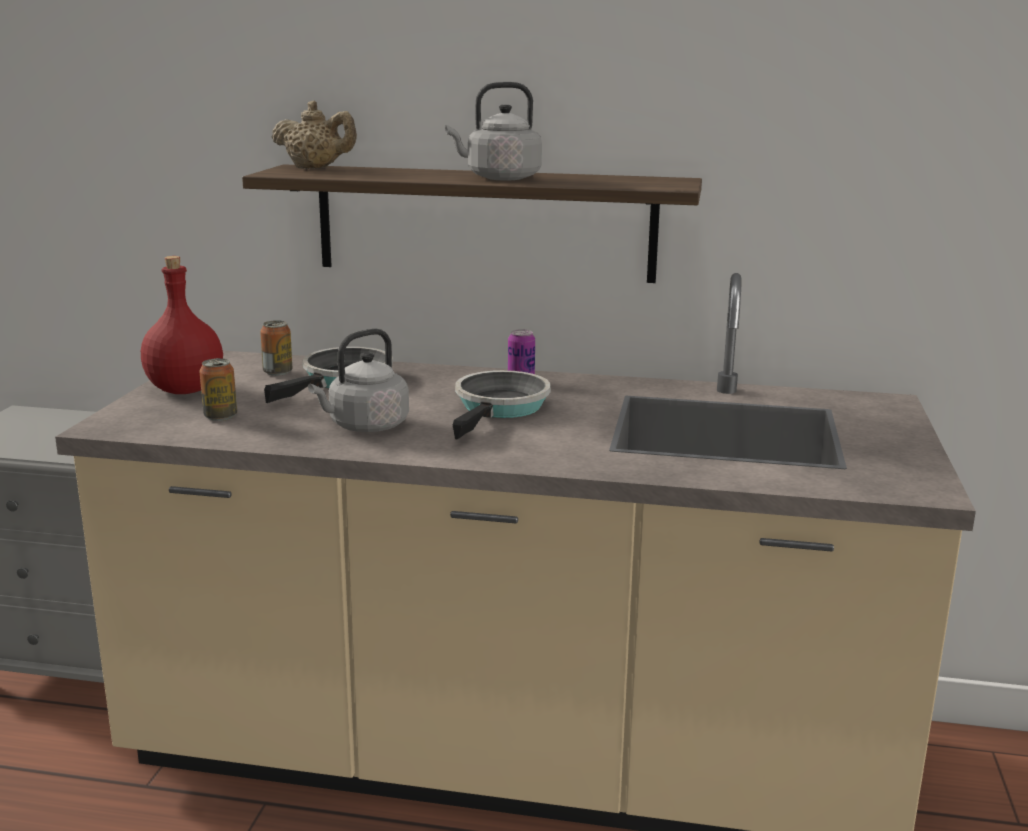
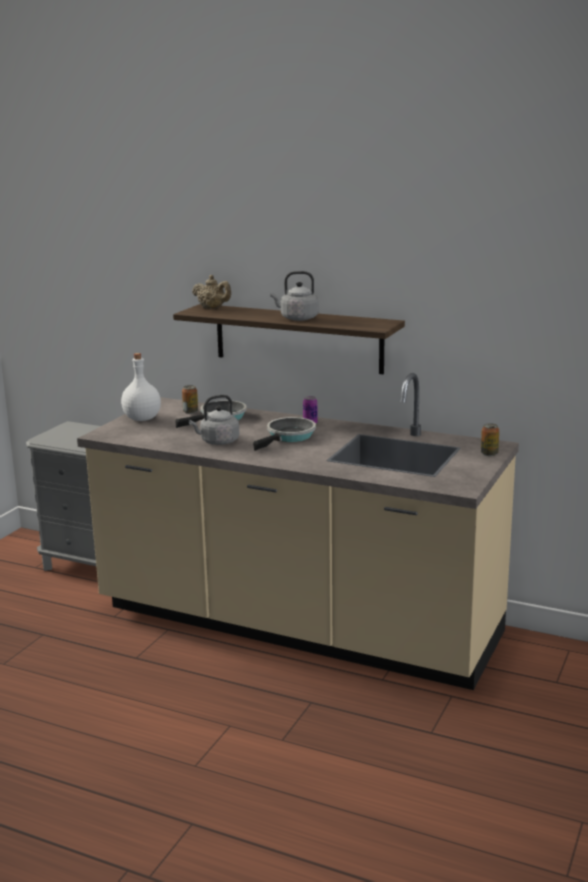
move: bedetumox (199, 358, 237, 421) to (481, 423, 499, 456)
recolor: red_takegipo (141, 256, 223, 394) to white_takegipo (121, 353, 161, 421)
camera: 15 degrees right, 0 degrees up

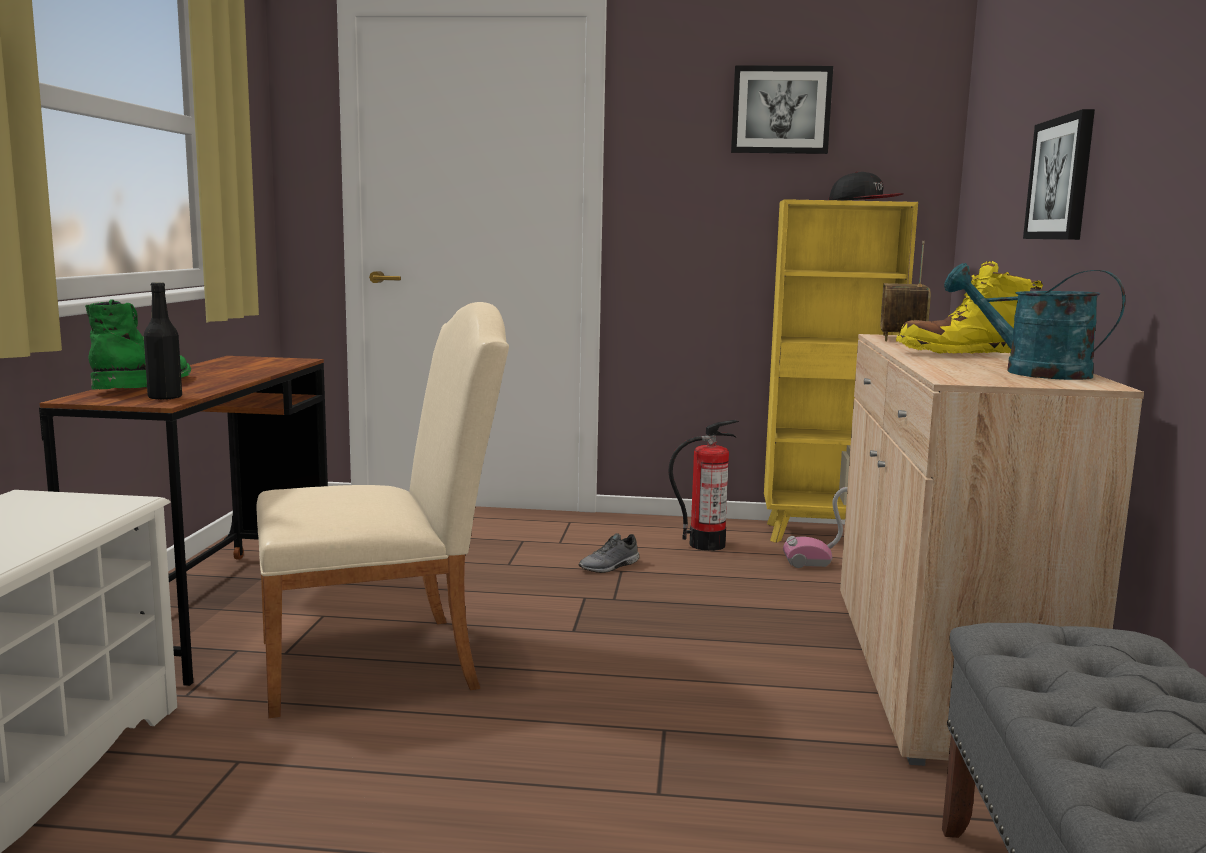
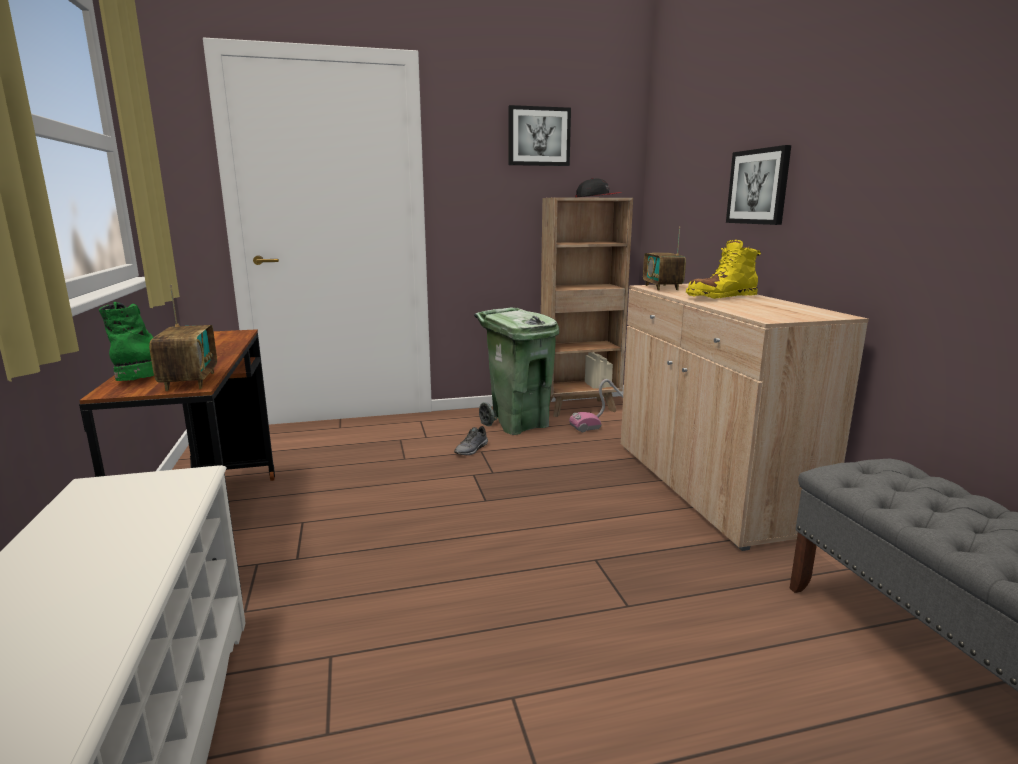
delete: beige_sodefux (257, 302, 509, 718); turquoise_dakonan (944, 263, 1125, 380)
replace: black_takegipo (144, 282, 182, 400) to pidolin (149, 285, 217, 391); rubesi (668, 420, 739, 551) to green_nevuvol (474, 307, 559, 435)
recolor: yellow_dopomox (764, 199, 918, 543) to brown_dopomox (541, 197, 633, 417)
camera: 20 degrees left, 5 degrees up

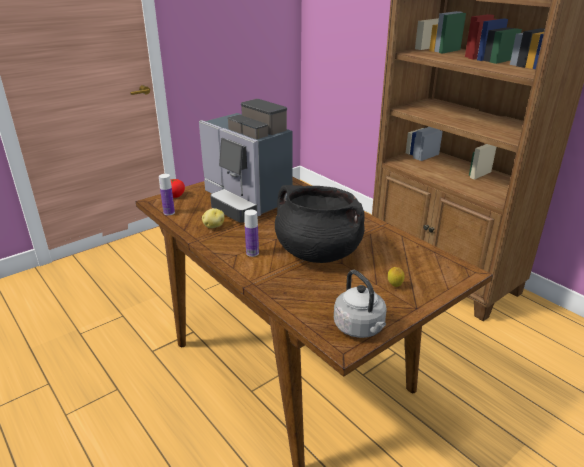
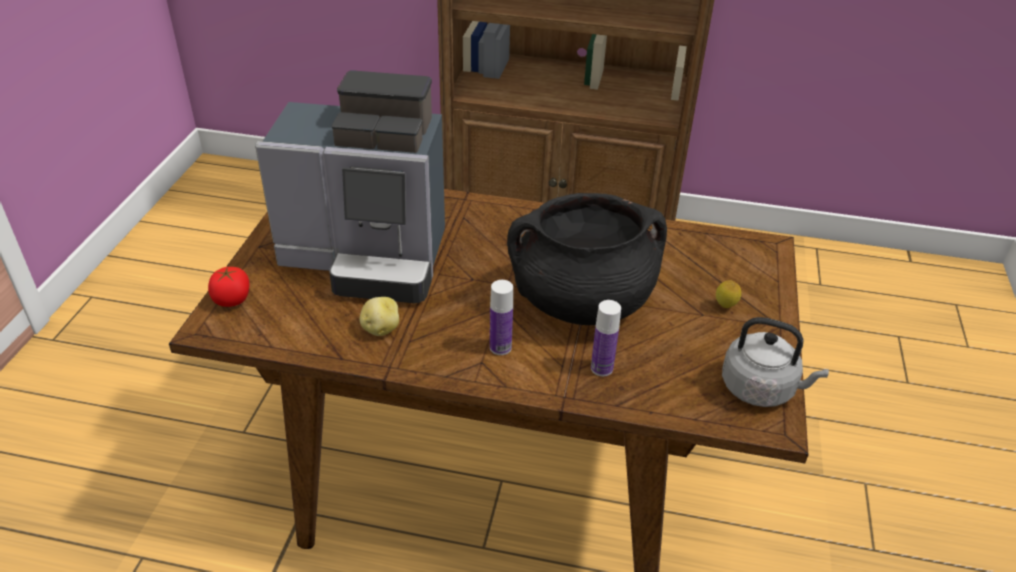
move: takegipo (159, 174, 175, 215) to (591, 300, 621, 376)
camera: 40 degrees left, 10 degrees up

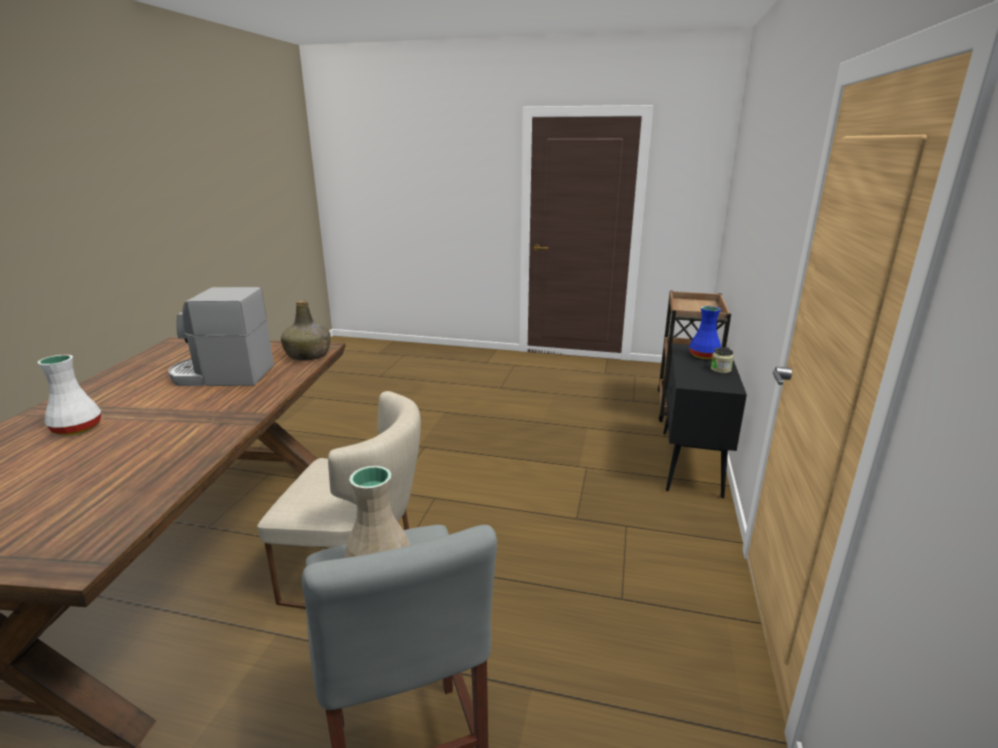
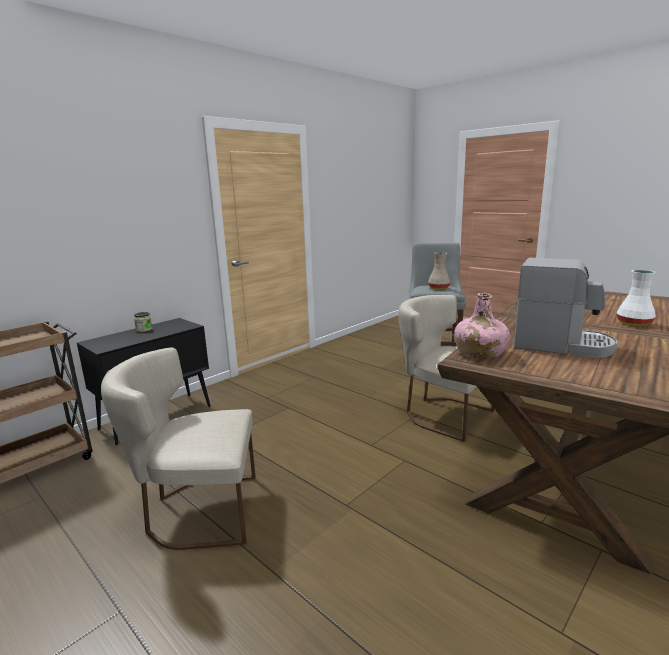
delete: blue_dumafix (689, 306, 721, 359)
insert: beige_sodefux (101, 348, 256, 550)
recolor: green_takegipo (281, 301, 331, 361) to pink_takegipo (454, 293, 510, 359)
camera: 150 degrees left, 5 degrees down

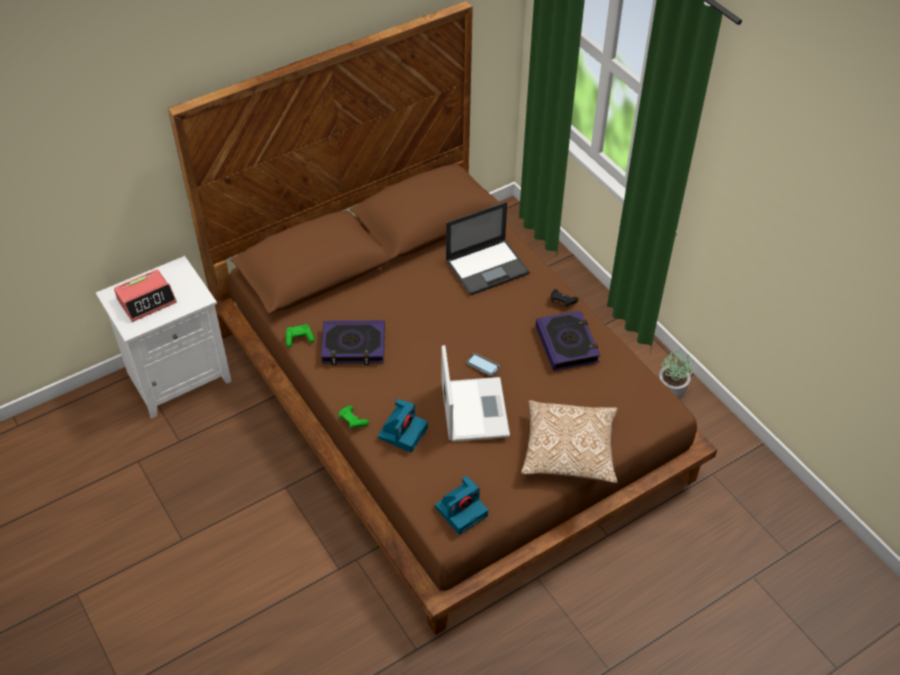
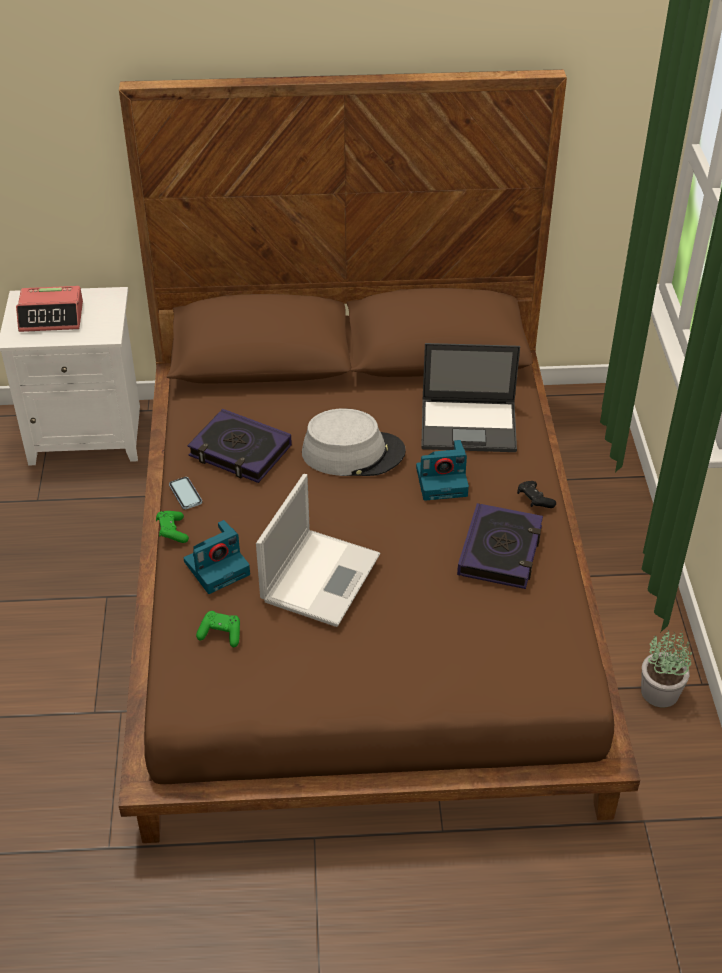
delete: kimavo (521, 400, 618, 483)
insert: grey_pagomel (302, 408, 406, 476)
move: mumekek (467, 353, 499, 376) to (169, 477, 202, 510); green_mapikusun (286, 324, 315, 347) to (196, 611, 240, 647); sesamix (435, 476, 488, 535) to (416, 440, 469, 501)
camera: 30 degrees right, 5 degrees down

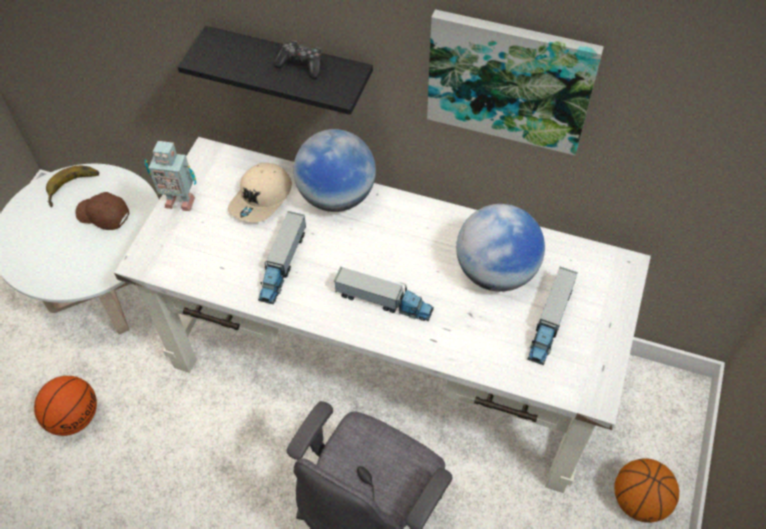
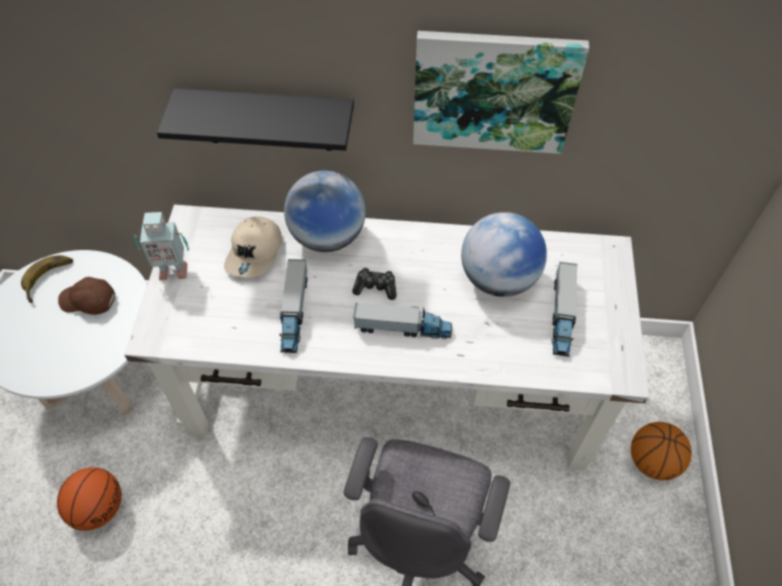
move: mapikusun (274, 41, 322, 79) to (352, 268, 396, 300)
camera: 15 degrees left, 0 degrees up

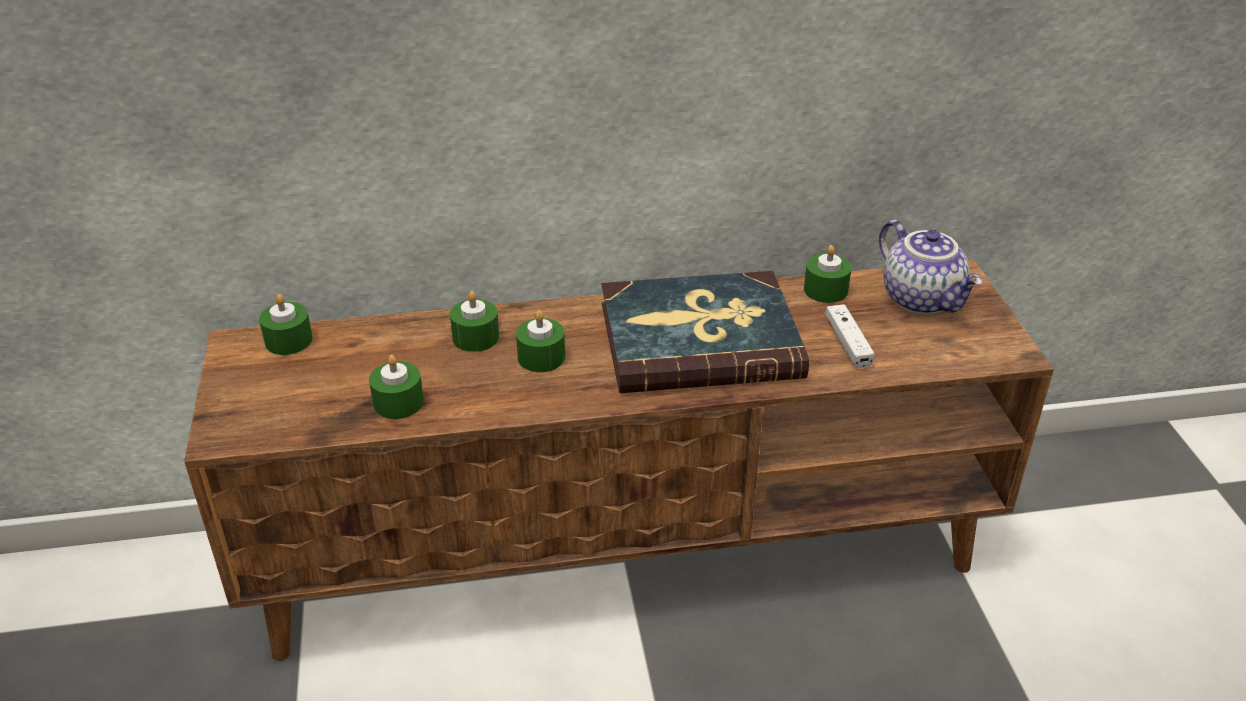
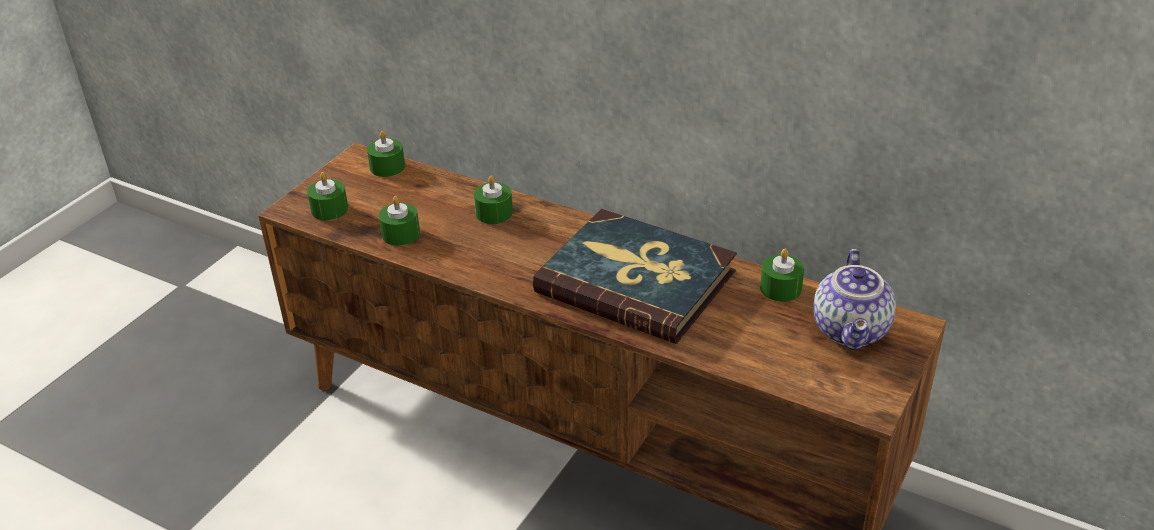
delete: white_mapikusun (826, 304, 875, 368)
move: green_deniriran (516, 310, 565, 372) to (307, 172, 348, 220)
camera: 40 degrees right, 0 degrees up

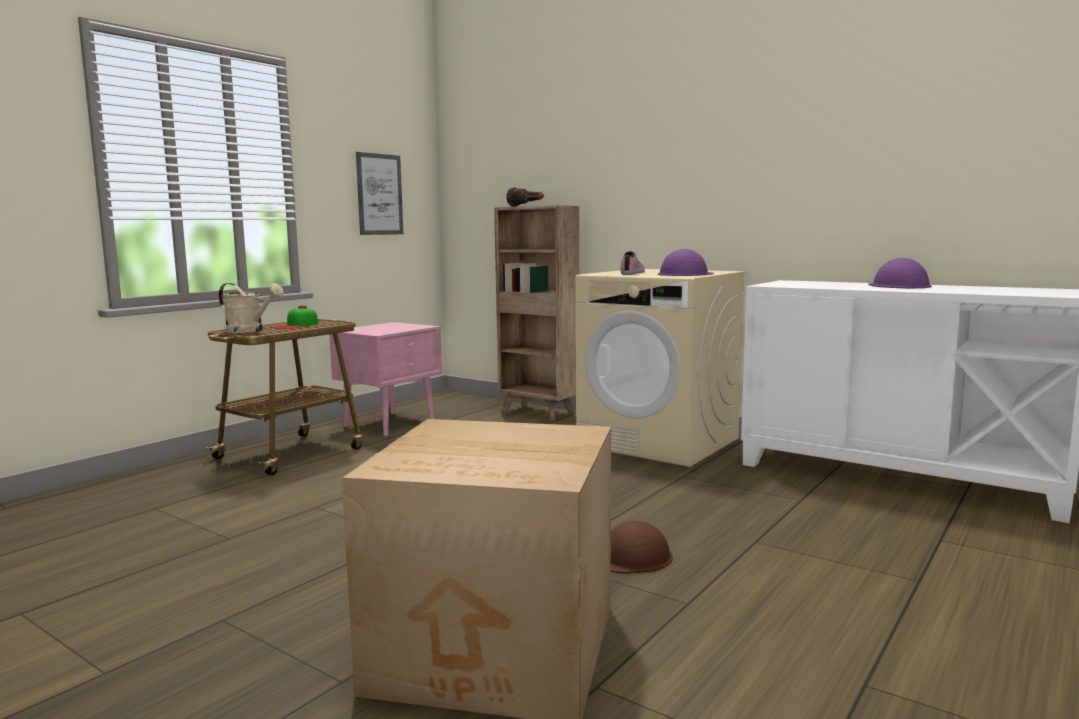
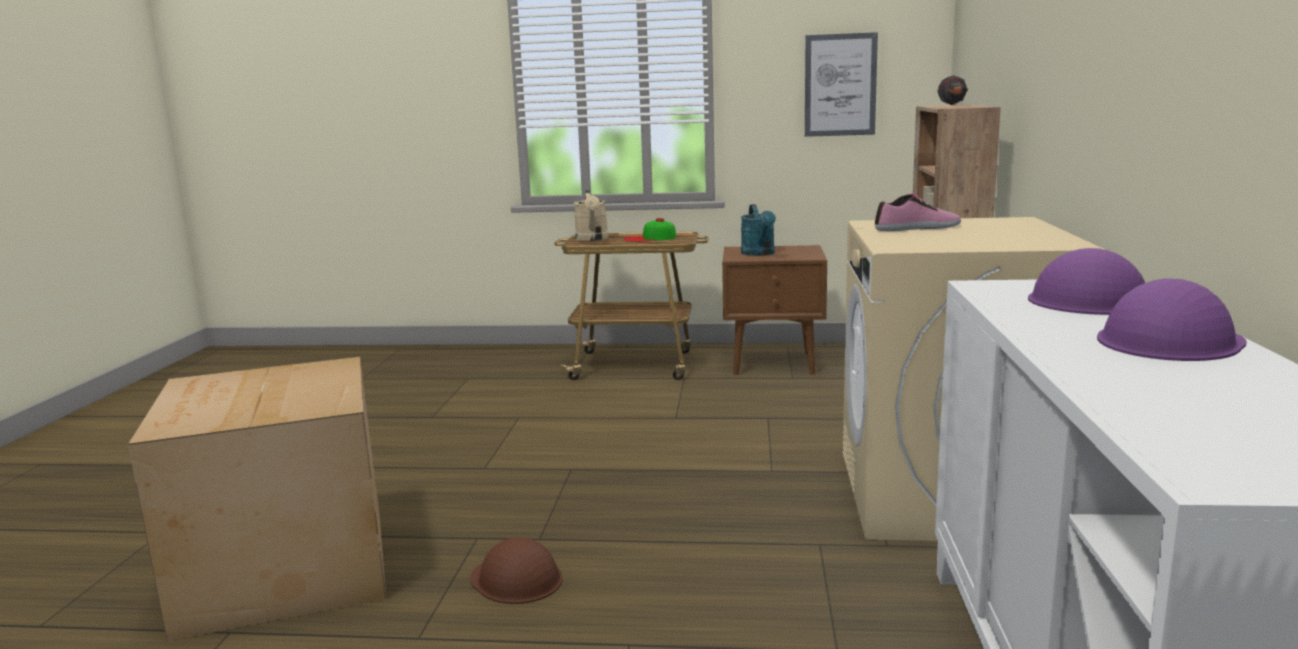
insert: turquoise_dakonan (741, 204, 776, 256)
move: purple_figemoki (658, 249, 714, 276) to (1028, 248, 1145, 315)
recolor: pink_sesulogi (329, 322, 442, 436) to brown_sesulogi (722, 245, 827, 375)
camera: 60 degrees right, 5 degrees up

